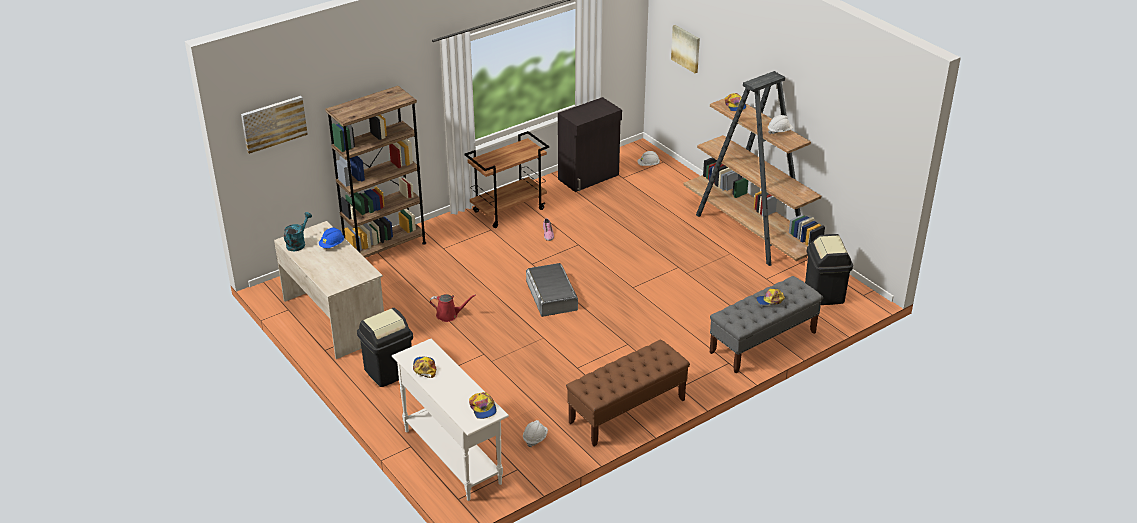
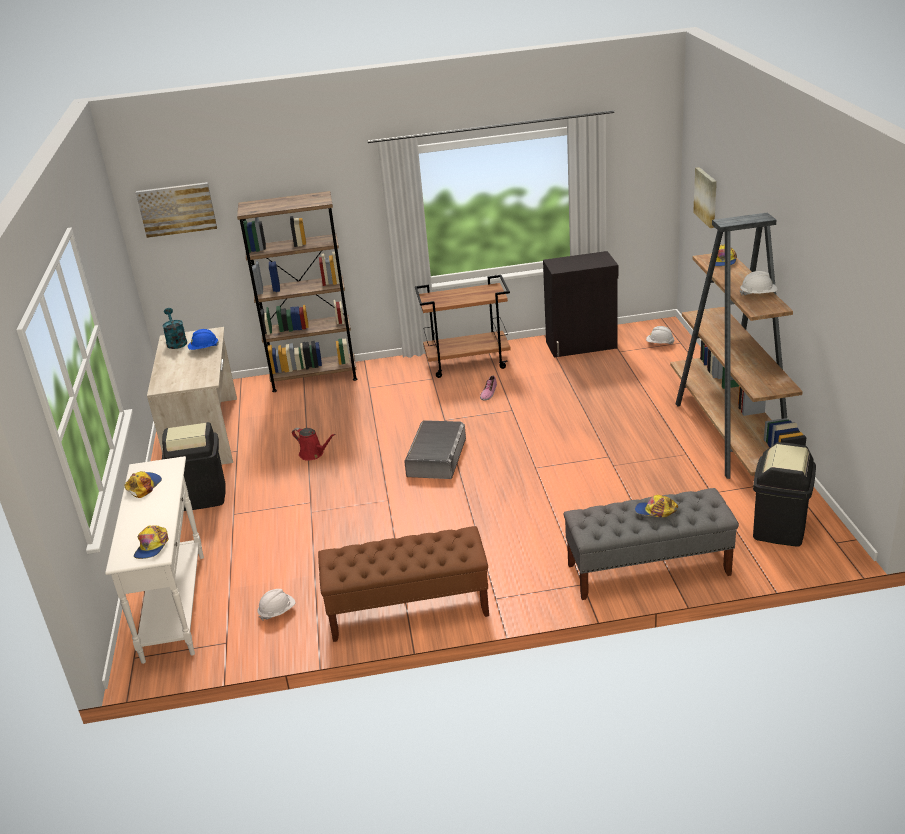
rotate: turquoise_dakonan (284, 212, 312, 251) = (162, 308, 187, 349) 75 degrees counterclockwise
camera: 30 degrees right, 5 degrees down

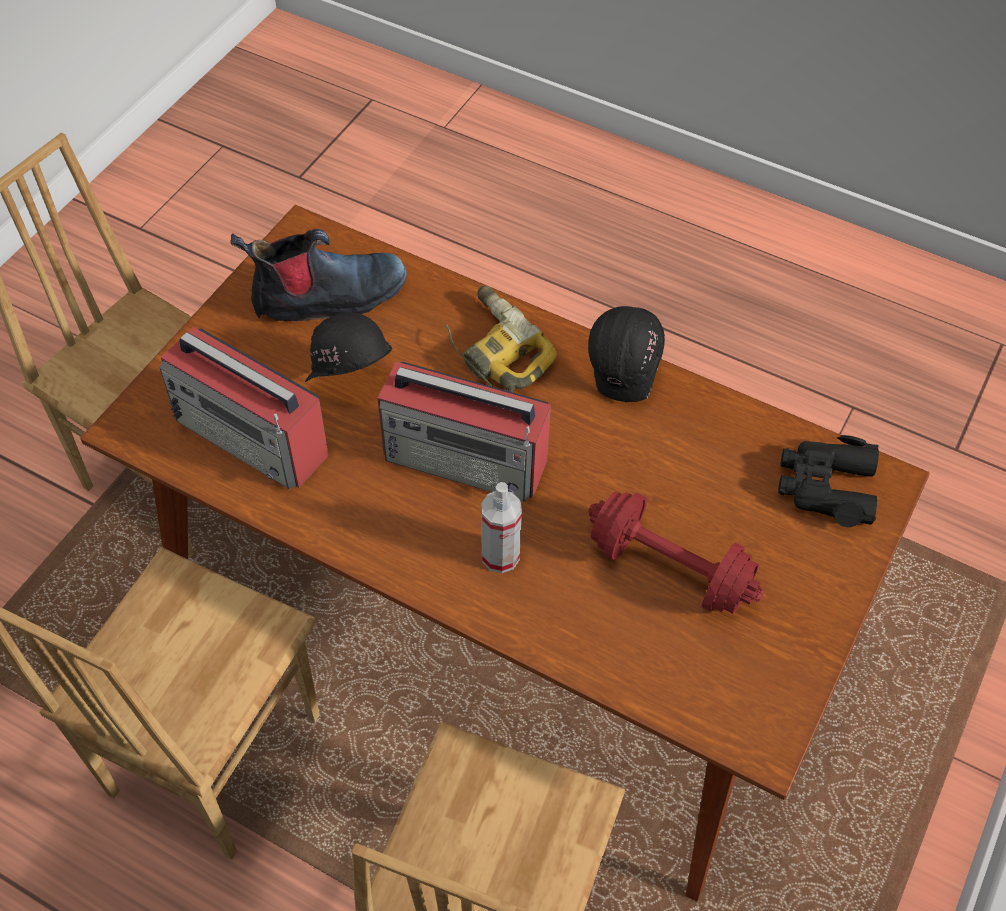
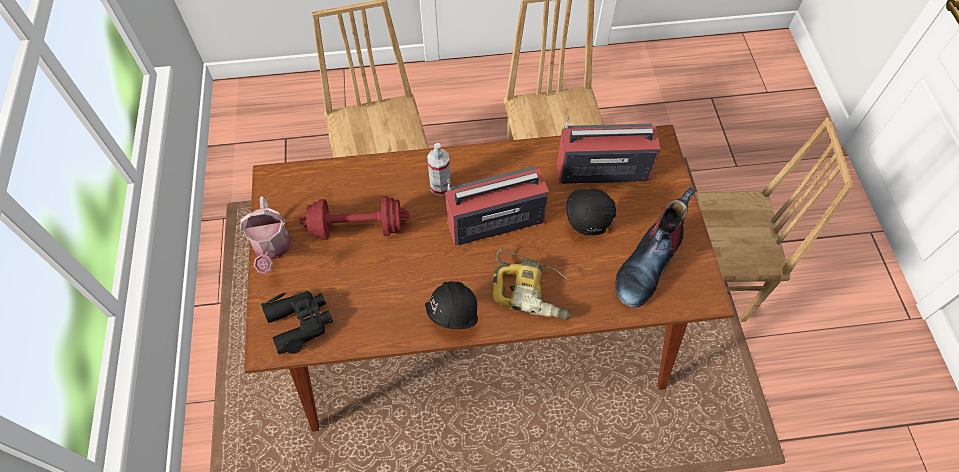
insert: dakonan (240, 196, 292, 274)
camera: 145 degrees right, 5 degrees up

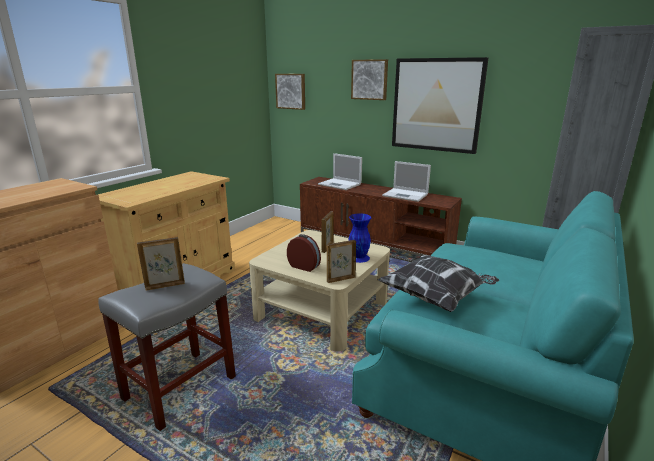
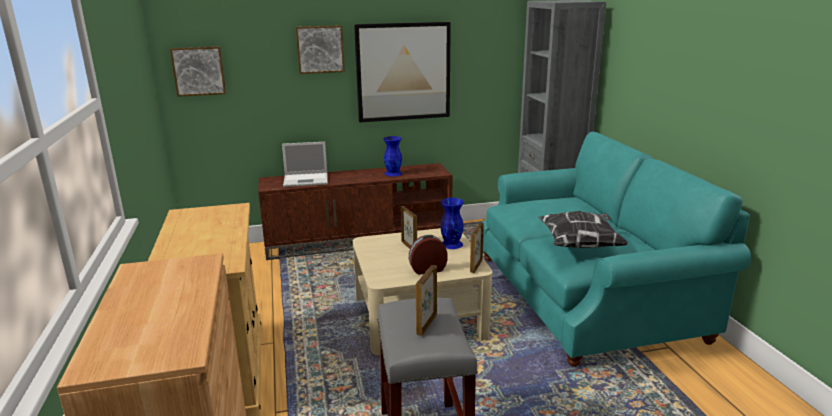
replace: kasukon (382, 161, 431, 202) to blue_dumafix (384, 136, 402, 176)
camera: 45 degrees left, 0 degrees up

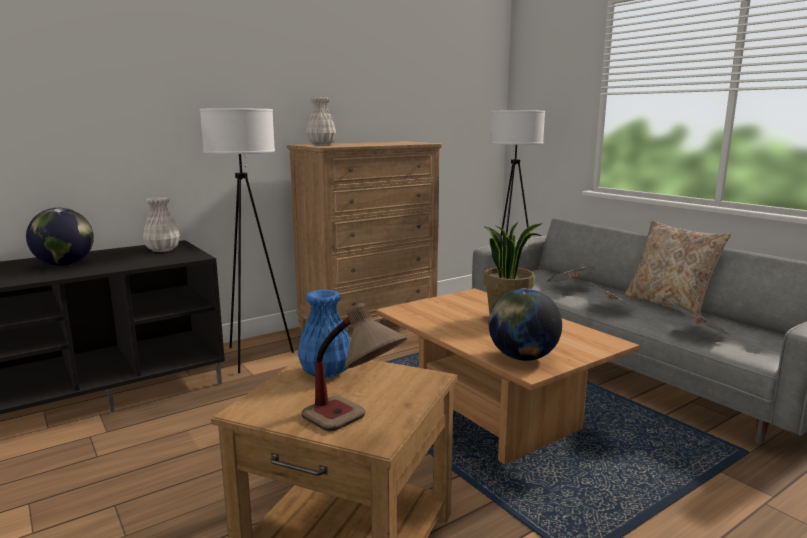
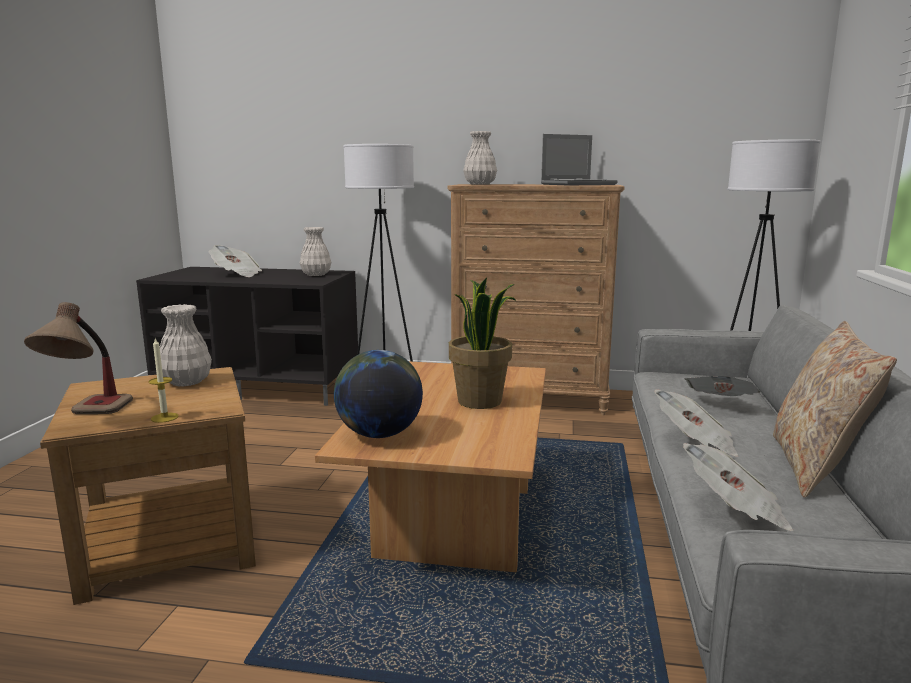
insert: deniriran (148, 337, 179, 423); kasukon (541, 134, 618, 185)
replace: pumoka (26, 208, 94, 266) to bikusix (209, 245, 262, 277)
recolor: blue_dumafix (297, 289, 350, 378) to white_dumafix (160, 304, 212, 386)
camera: 45 degrees right, 0 degrees up

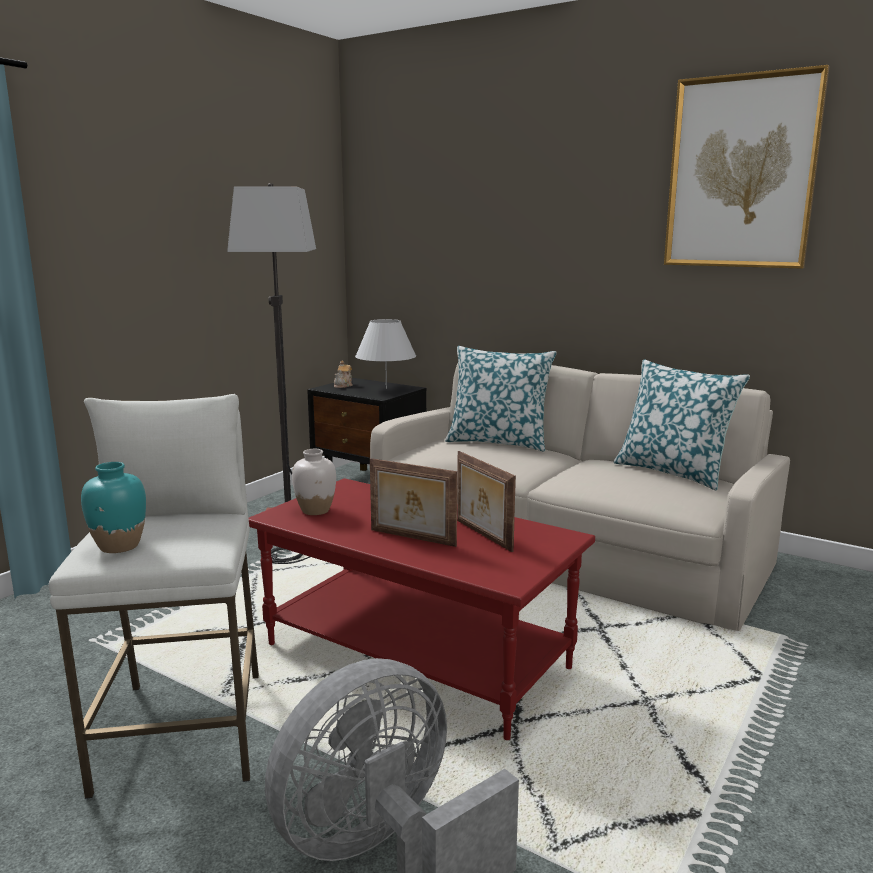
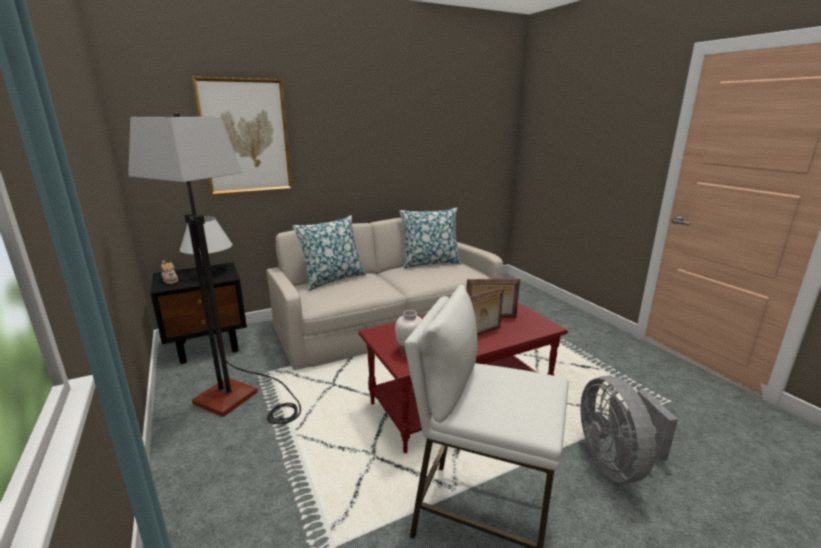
delete: turquoise_dumafix (81, 462, 146, 553)
move: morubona (664, 65, 830, 269) to (192, 77, 293, 195)
camera: 60 degrees left, 5 degrees up

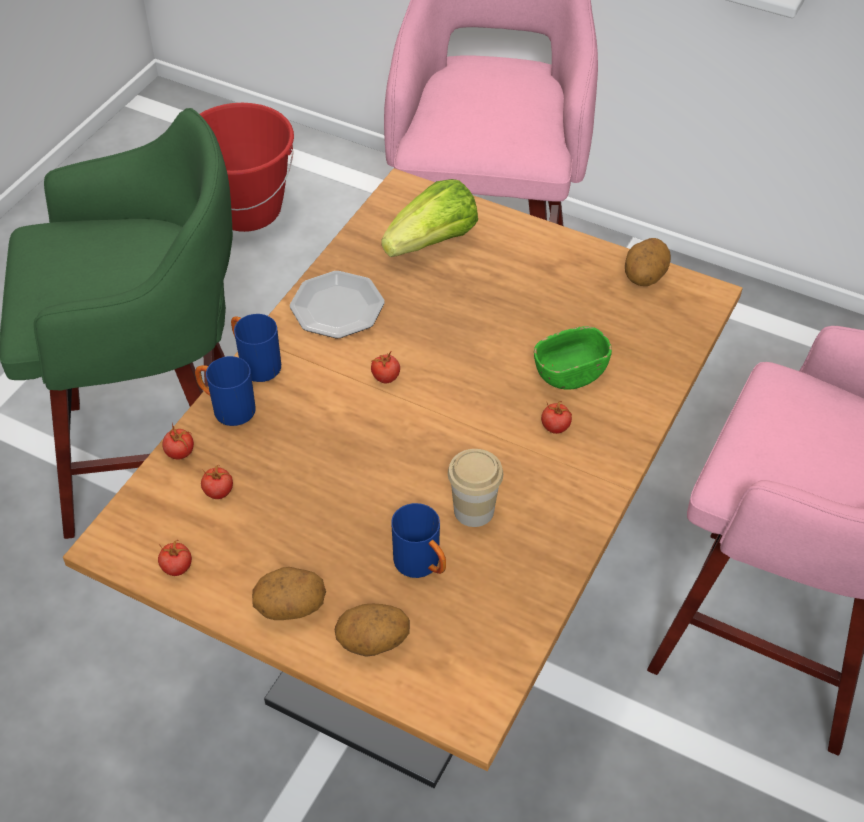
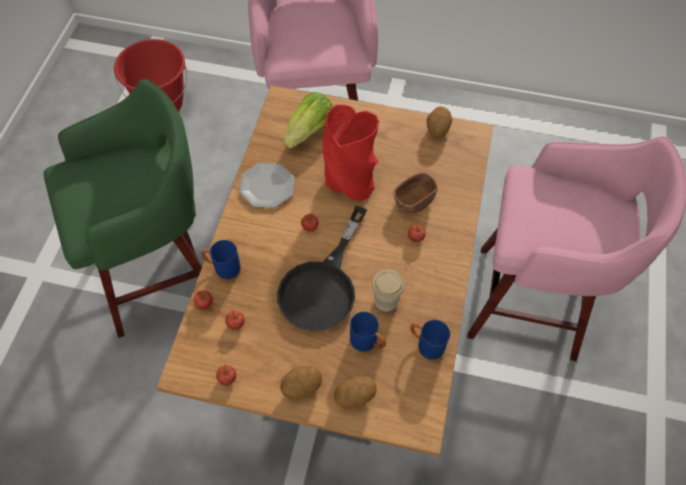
insert: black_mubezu (277, 206, 367, 331); red_dumafix (323, 105, 379, 201)
move: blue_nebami (231, 314, 281, 382) to (410, 320, 450, 360)
recolor: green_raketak (534, 326, 612, 390) to brown_raketak (394, 172, 438, 213)
camera: 15 degrees left, 10 degrees up

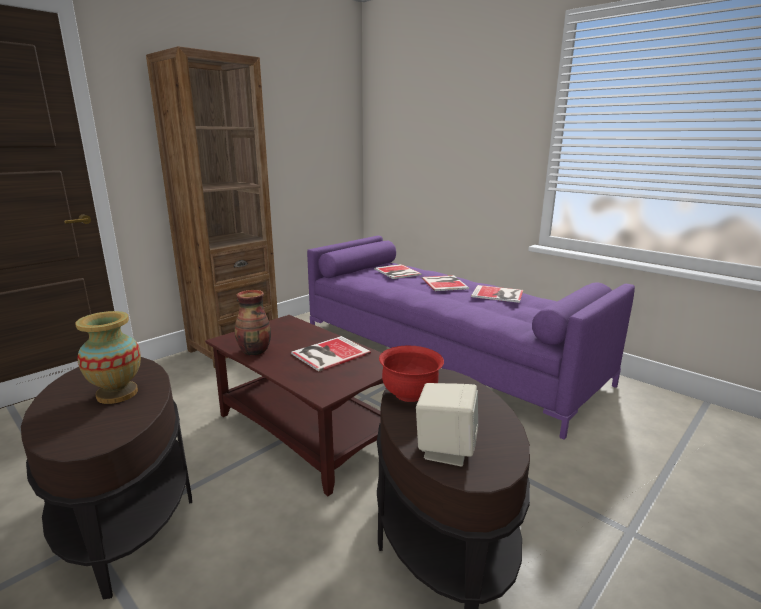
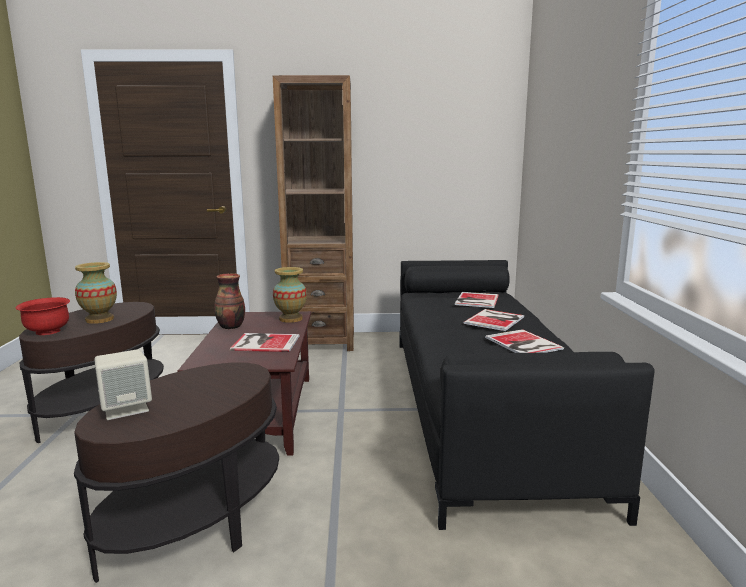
insert: dumafix (273, 267, 307, 323)
move: red_raketak (379, 346, 444, 402) to (16, 297, 70, 335)
recolor: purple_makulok (307, 236, 635, 440) to black_makulok (399, 260, 655, 530)
camera: 45 degrees right, 5 degrees down

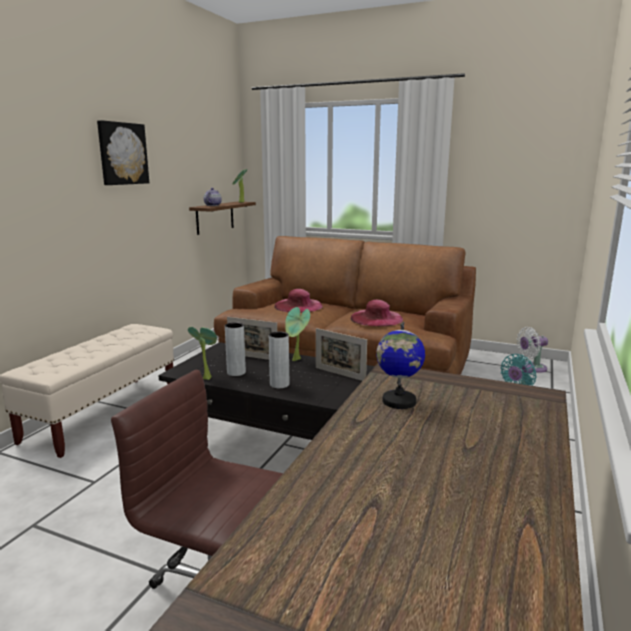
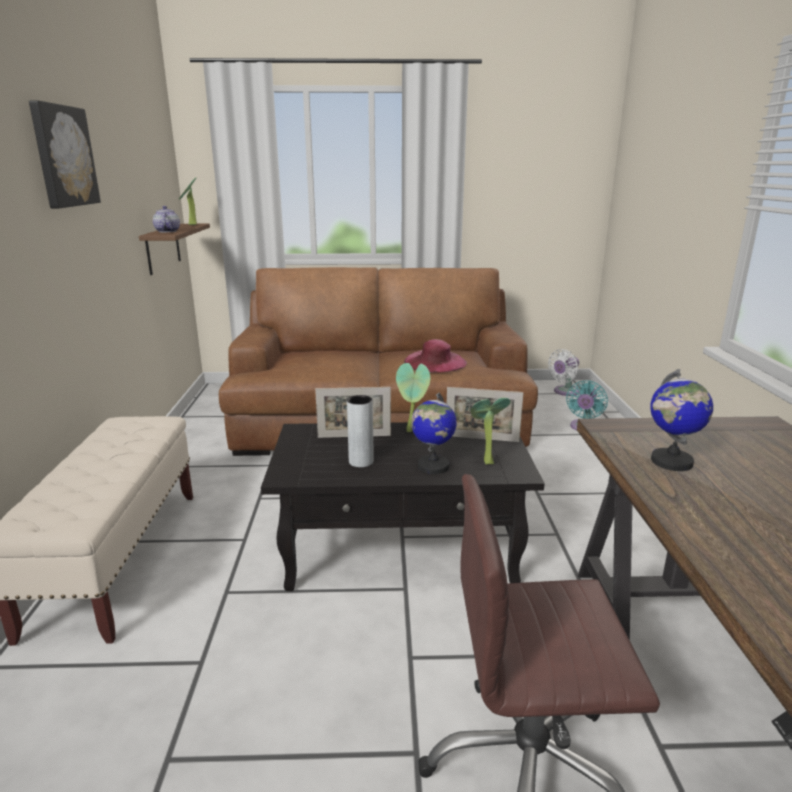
delete: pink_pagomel (274, 289, 322, 313)
move: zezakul (188, 327, 217, 380) to (470, 398, 510, 465)
replace: grey_dumafix (269, 332, 289, 389) to pumoka (411, 393, 457, 474)
camera: 25 degrees left, 5 degrees up

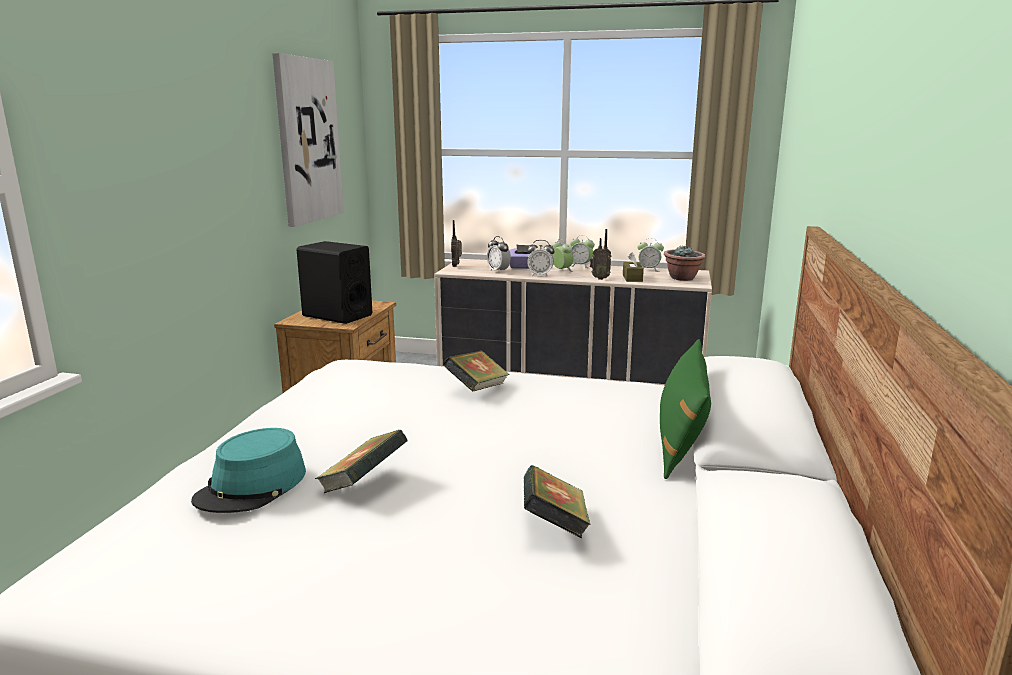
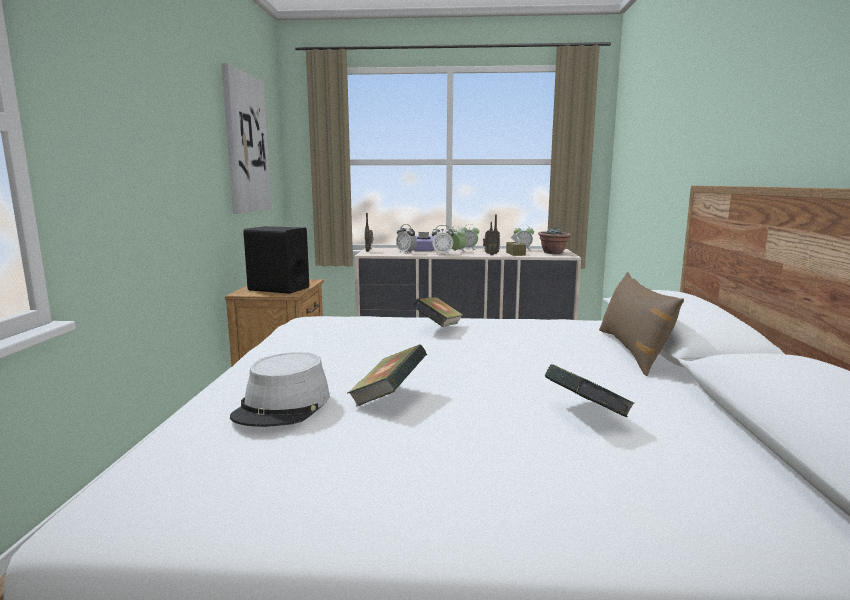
recolor: turquoise_pagomel (191, 428, 306, 513) to grey_pagomel (230, 352, 330, 427); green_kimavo (660, 339, 711, 479) to brown_kimavo (599, 272, 684, 376)
camera: 10 degrees left, 5 degrees down

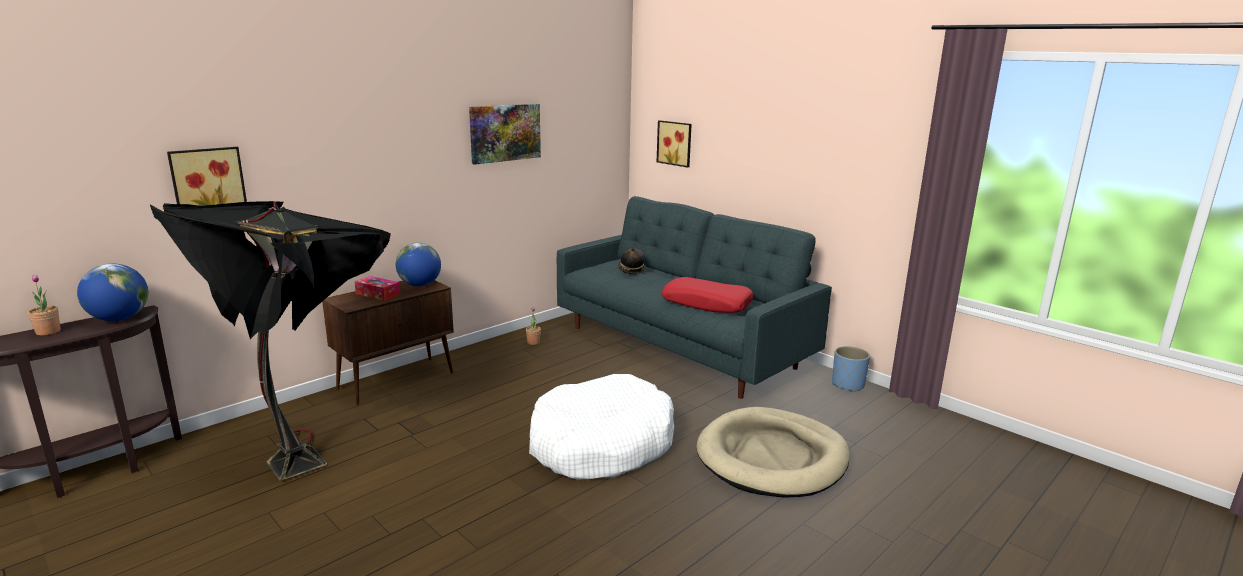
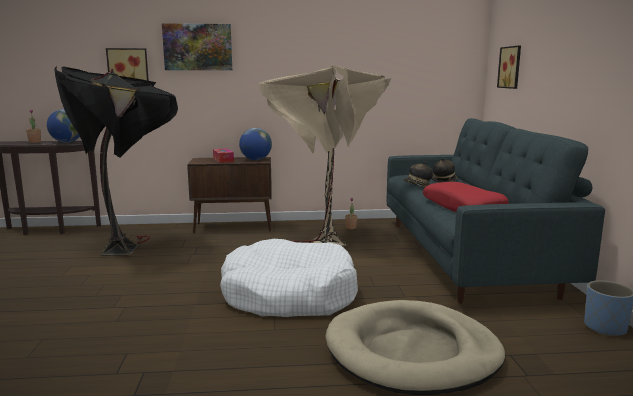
insert: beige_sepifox (258, 66, 392, 247); pagomel (403, 162, 433, 187)
move: morubona (469, 104, 541, 165) to (162, 23, 232, 70)
camera: 40 degrees right, 5 degrees down

